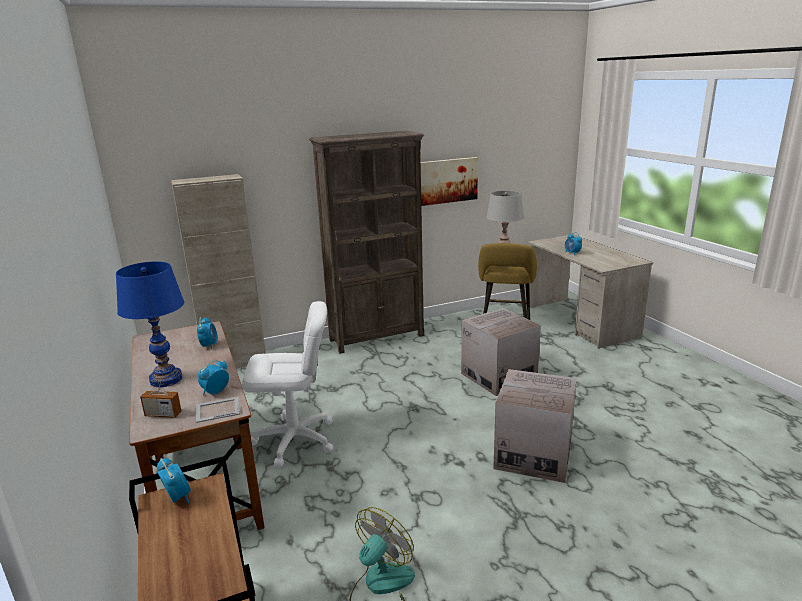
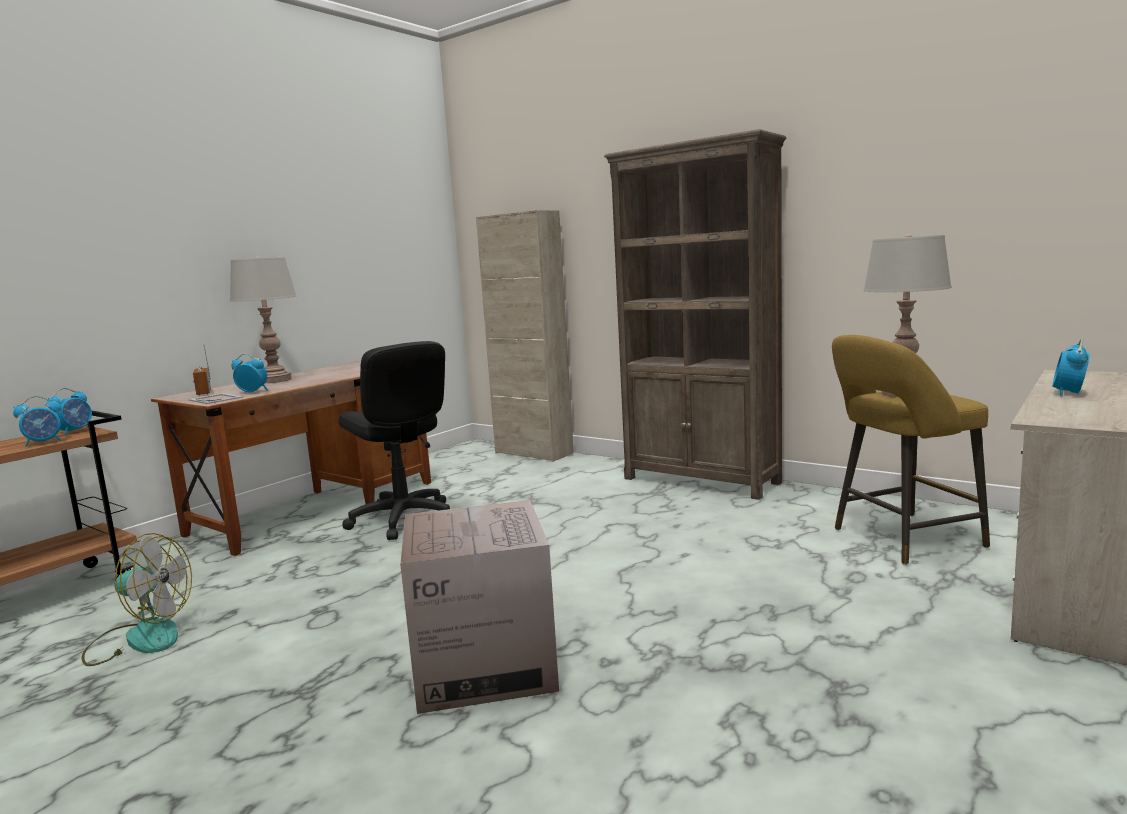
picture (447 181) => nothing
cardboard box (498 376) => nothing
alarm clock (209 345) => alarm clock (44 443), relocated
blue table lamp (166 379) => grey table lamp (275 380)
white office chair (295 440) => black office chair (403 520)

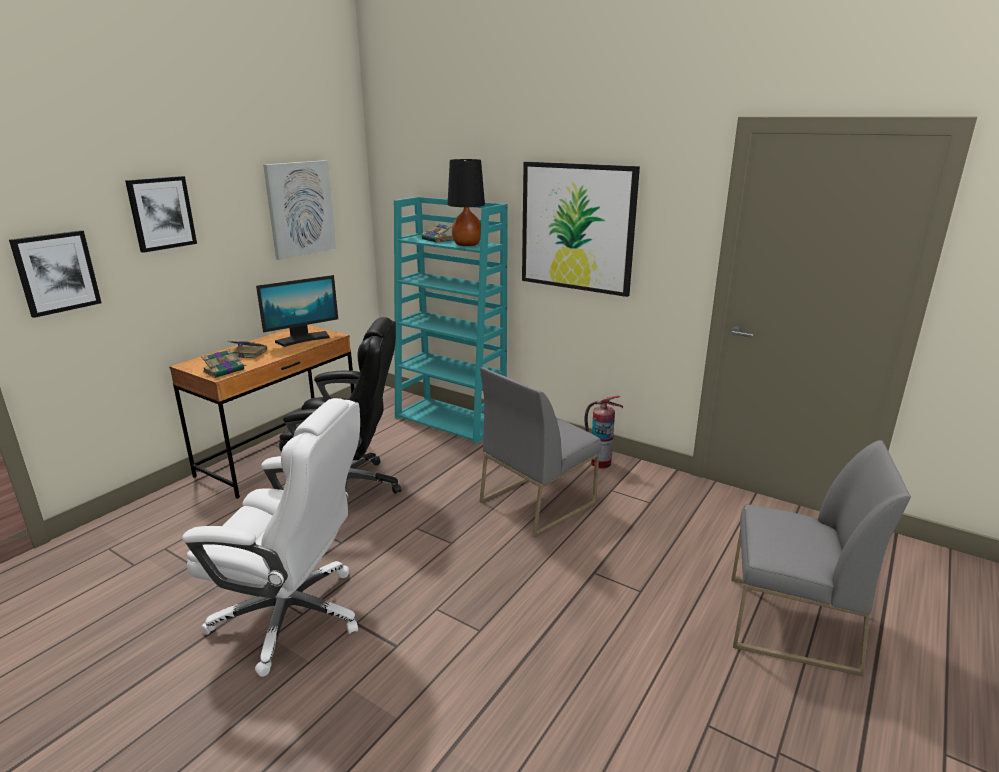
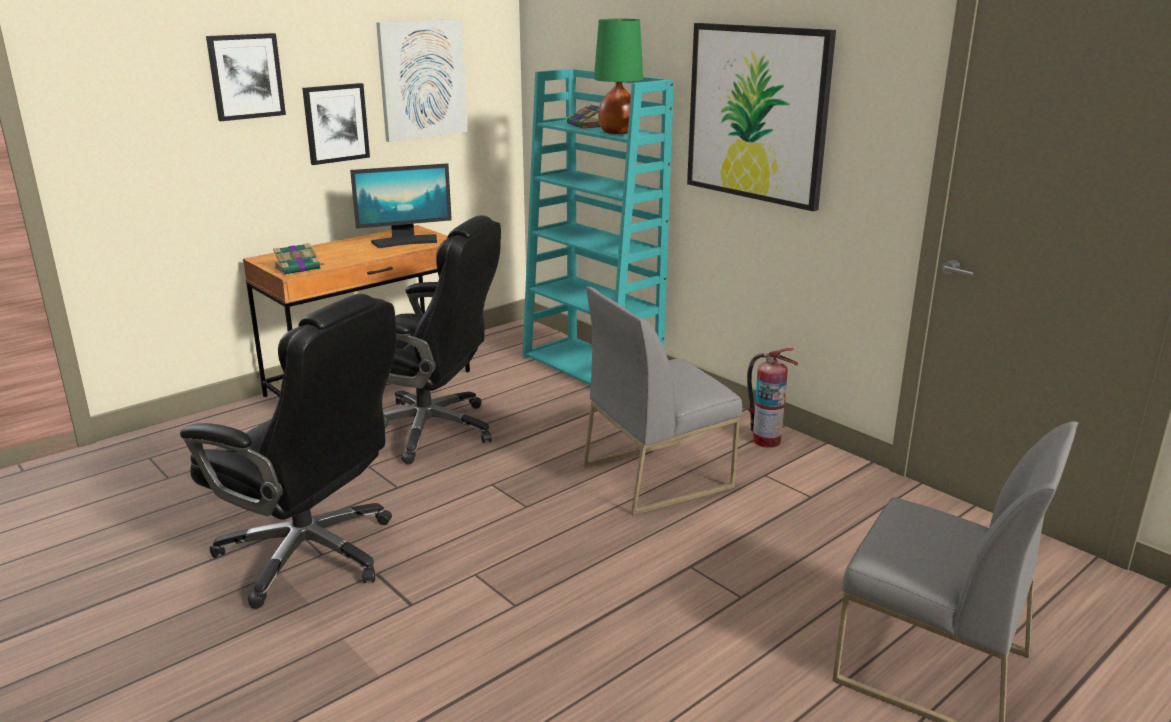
book (247 353) => nothing
picture (56 272) => picture (336 123), relocated
white office chair (293 615) => black office chair (311 554)
black table lamp (467 244) => green table lamp (618 132)

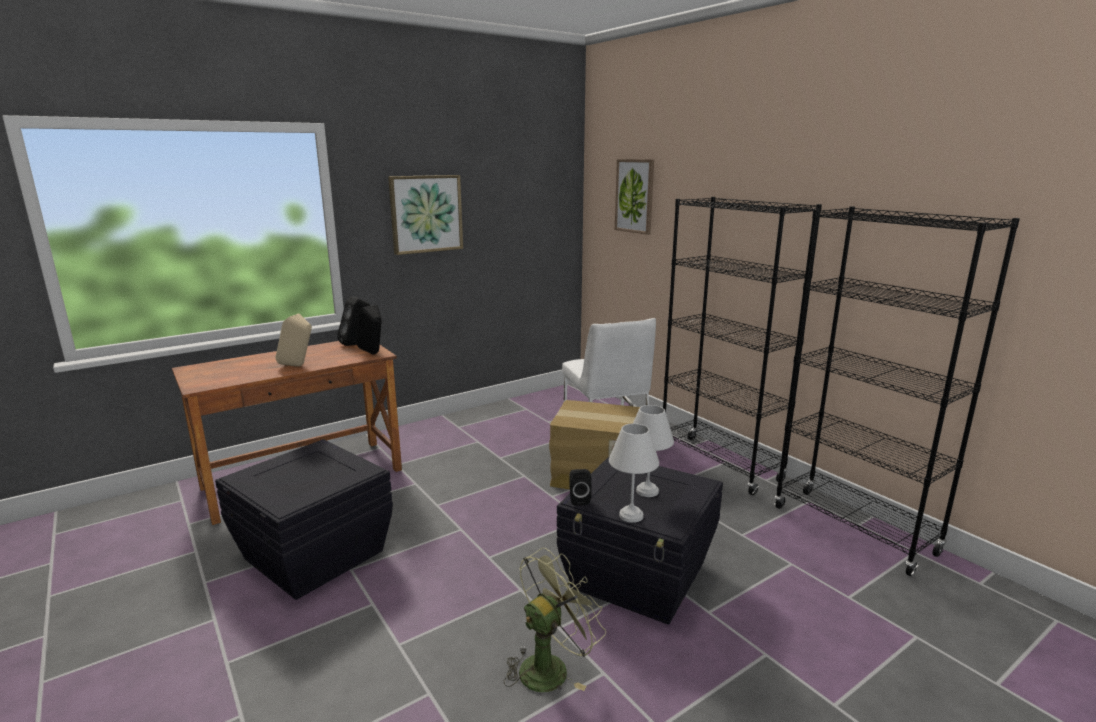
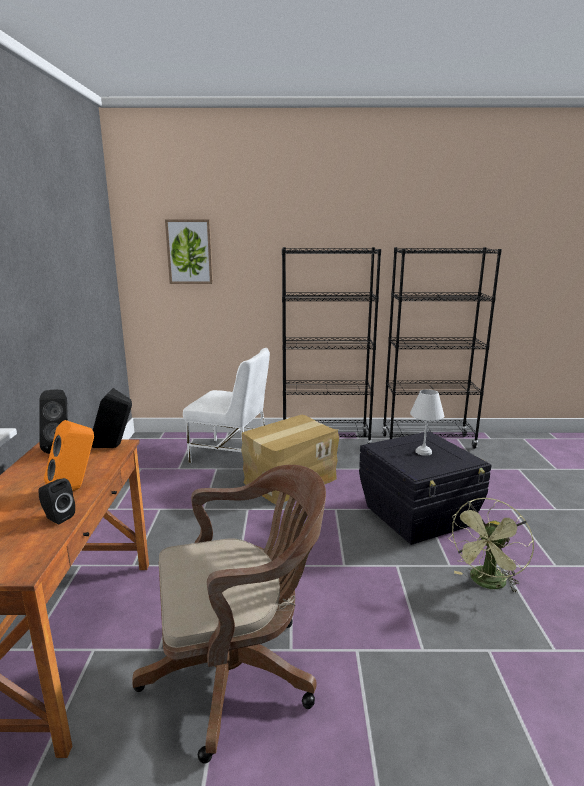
picture (426 214) => nothing
white table lamp (631 515) => nothing
black speaker (578 499) => black speaker (57 517), relocated
black storage box (312 555) => brown office chair (239 672)
beige speaker (298 366) => orange speaker (74 490)
green fan (550 666) => green fan (486 583), 135 degrees counterclockwise

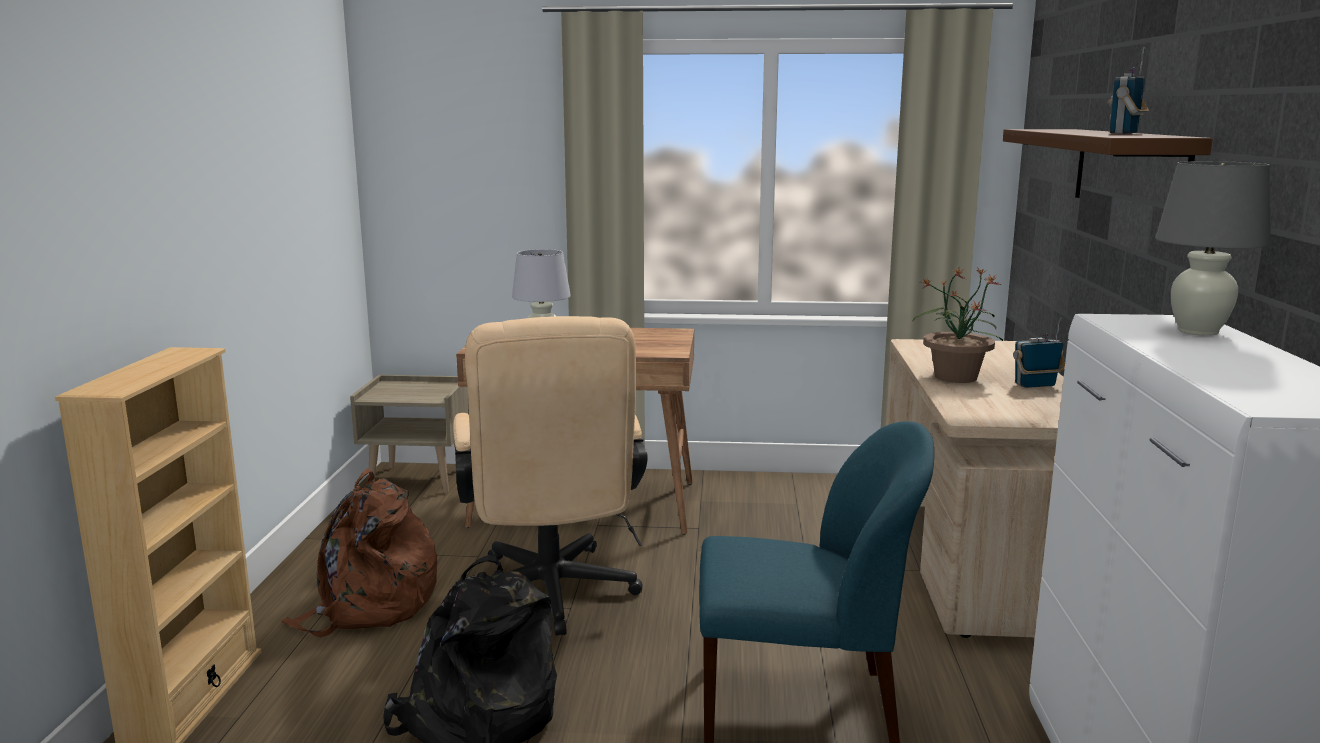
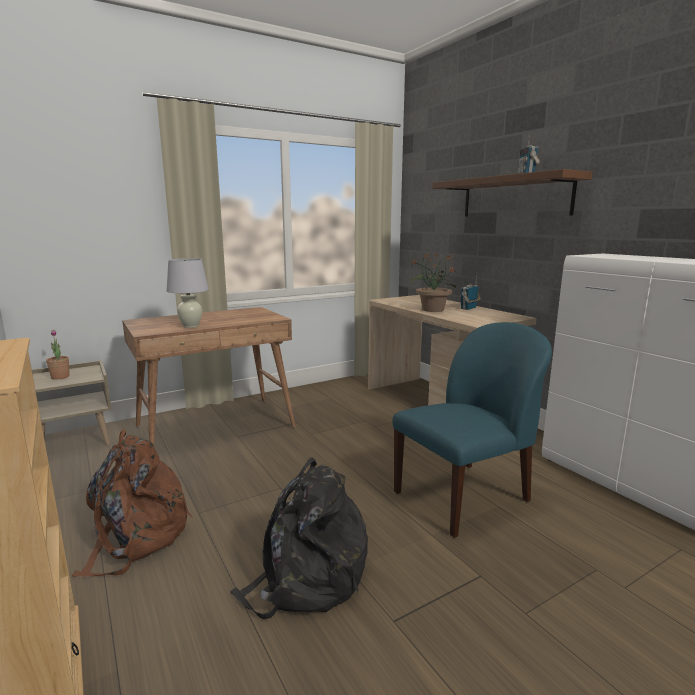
beige office chair (551 598) => nothing
grey table lamp (1198 331) => nothing
nothing => potted plant (60 377)

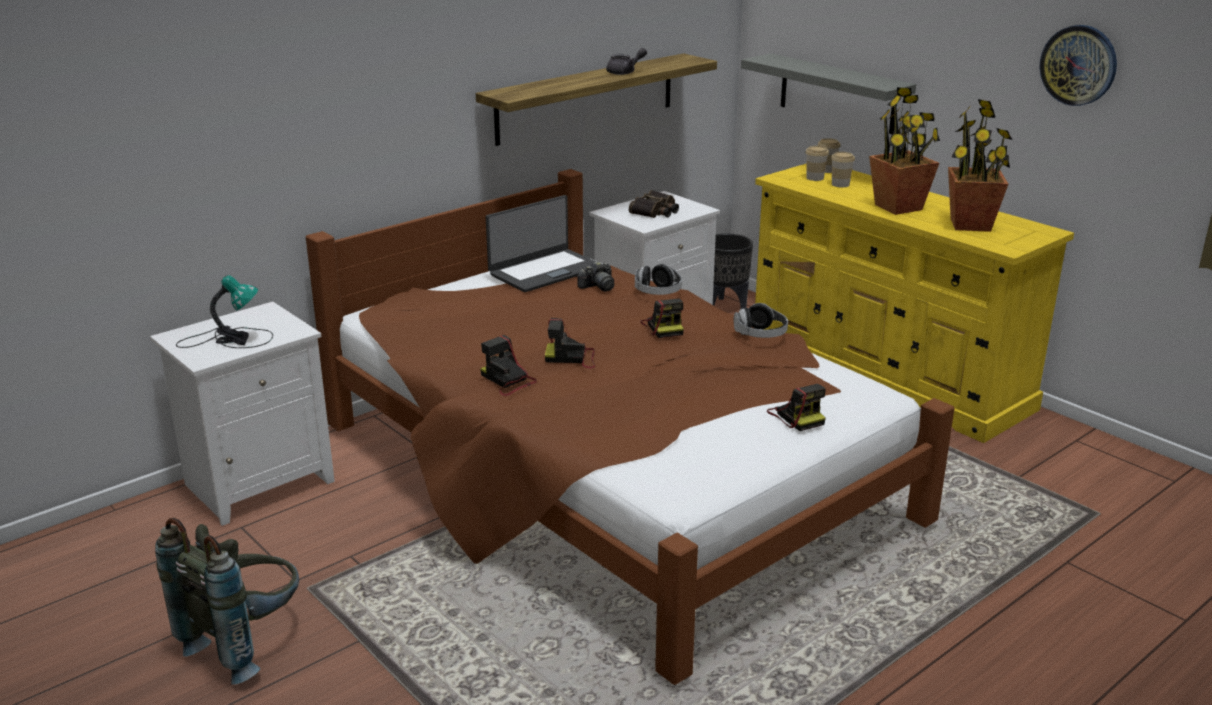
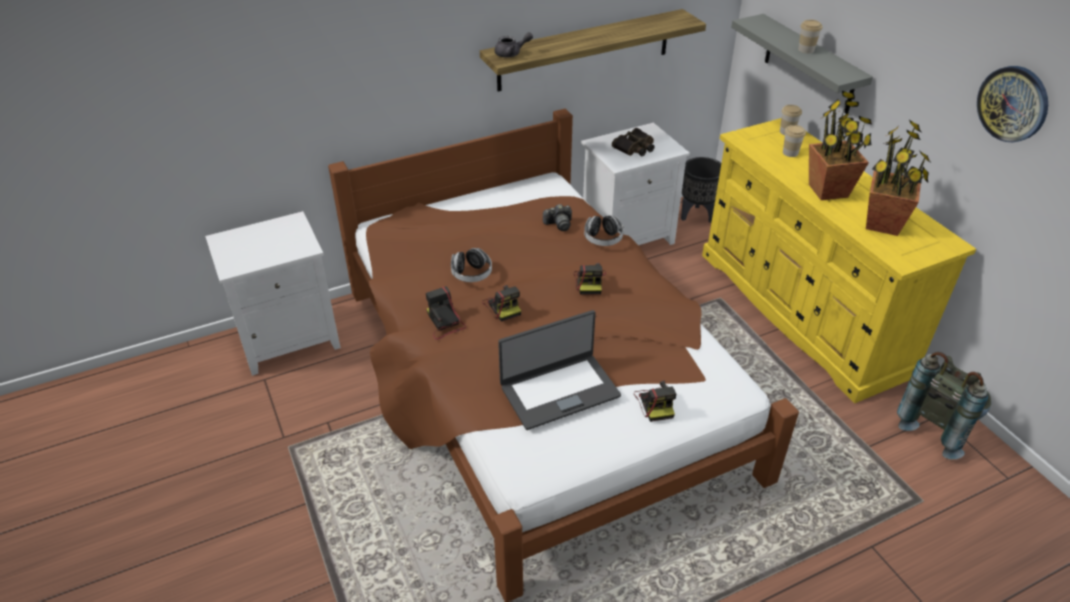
table lamp (229 339) => nothing
grey backpack (246 643) => grey backpack (937 426), relocated
laptop (545 271) => laptop (559 390), relocated
grey teapot (625 72) => grey teapot (511 54), relocated
headphones (760 335) => headphones (471 274), relocated
cup (815 178) => cup (806 50), relocated
photo camera (572 358) => photo camera (502 306), 135 degrees counterclockwise

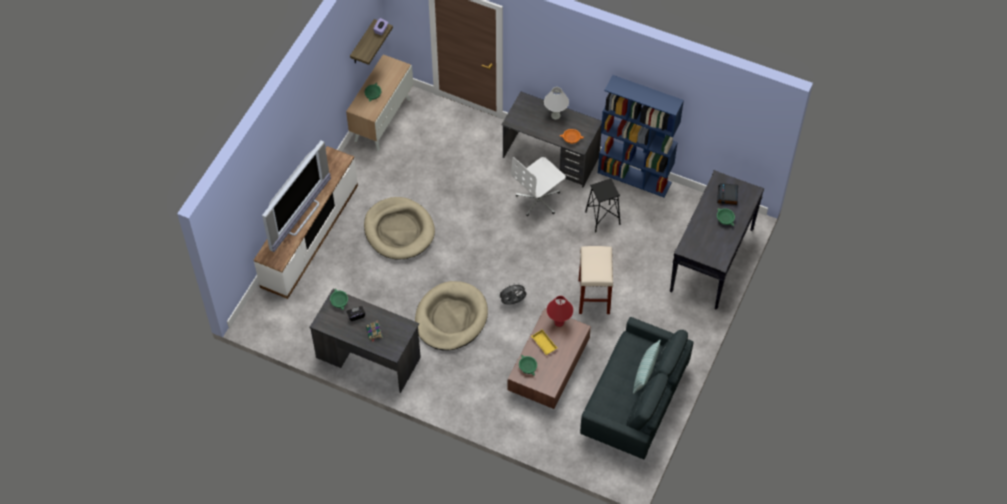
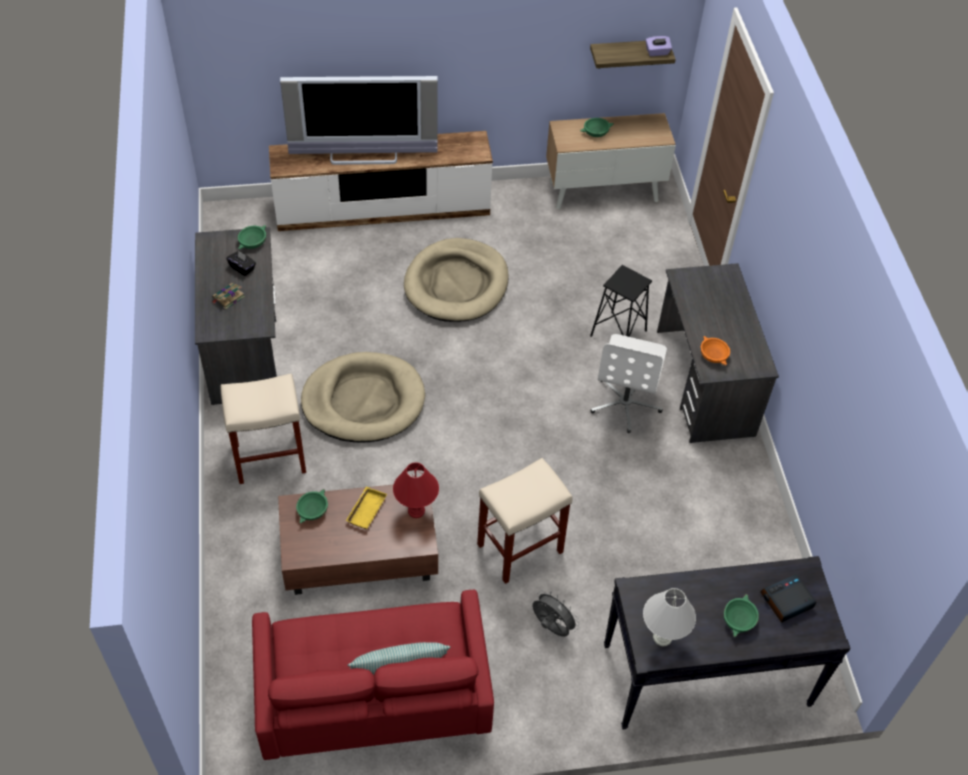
blue bookcase (635 177) => nothing
nothing => beige stool (271 457)
grey fan (512 302) => grey fan (551 627), relocated
white table lamp (556 115) => white table lamp (662 638), relocated
black stool (602 218) => black stool (618 334), relocated
grey sofa (634 402) => red sofa (373 697)
white office chair (538 200) => white office chair (625 403), 90 degrees counterclockwise

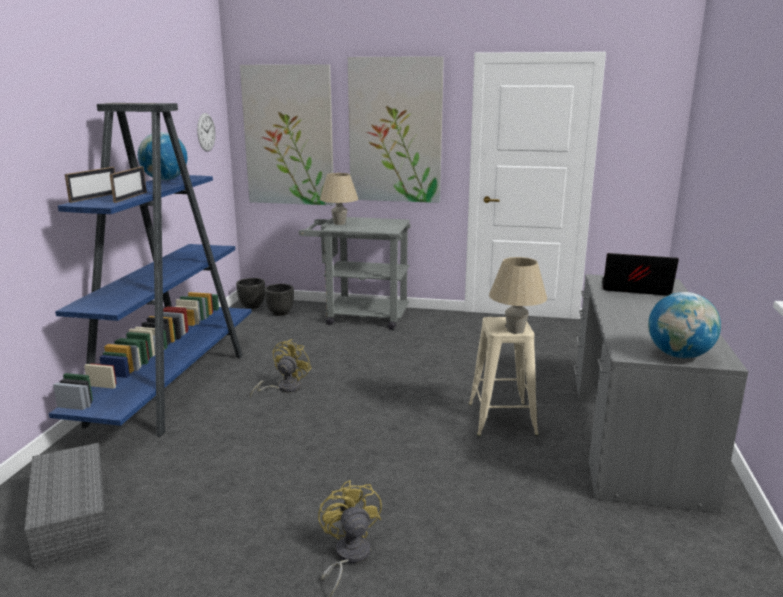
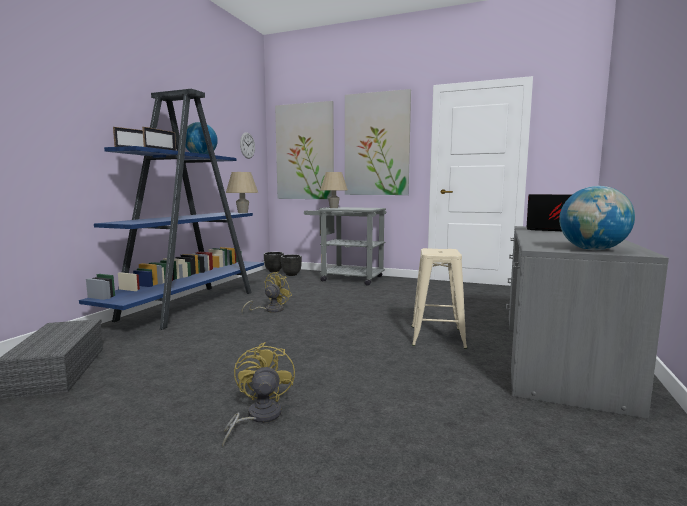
beige table lamp (515 330) => beige table lamp (243 212), relocated

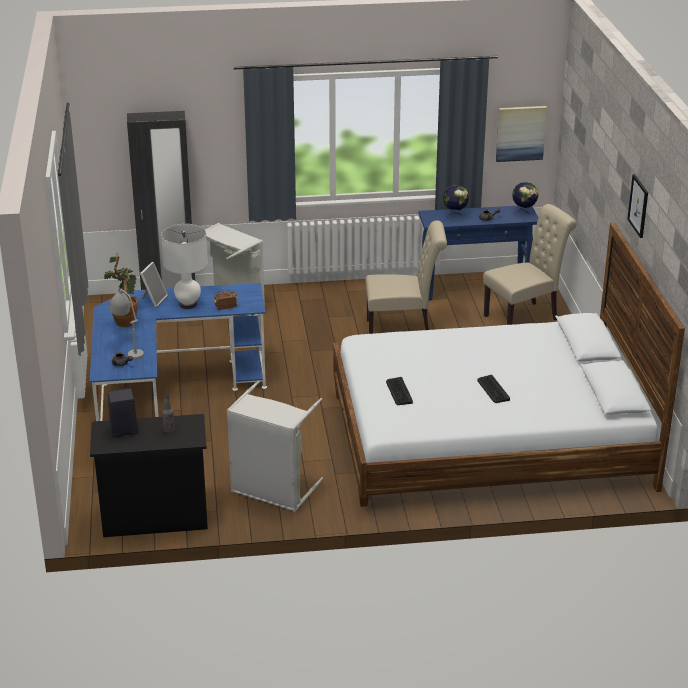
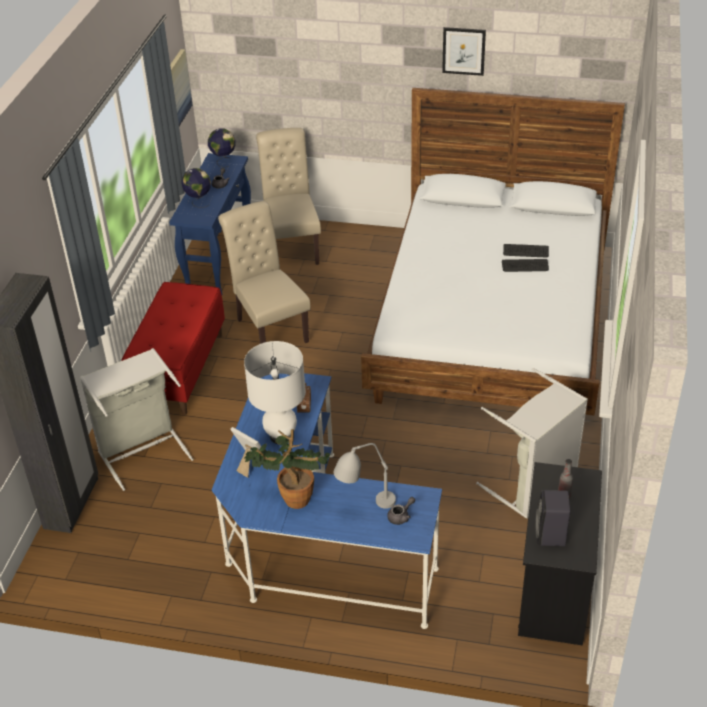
nothing => red bench (179 370)
keyboard (399 392) => keyboard (525 251), relocated
beige chair (403 330) => beige chair (269 328), 45 degrees counterclockwise

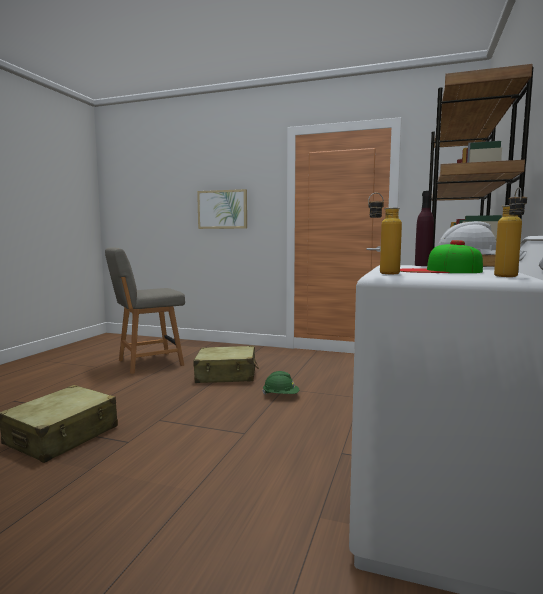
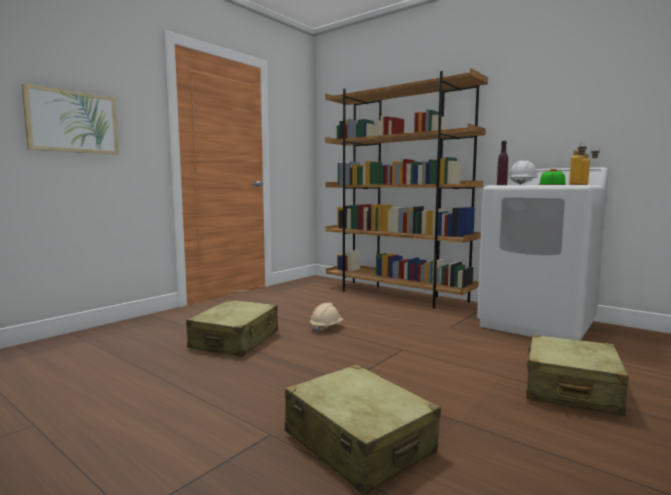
grey chair (148 363) => nothing
nothing => beige suitcase (570 390)
green hard hat (281 396) => beige hard hat (326 328)

